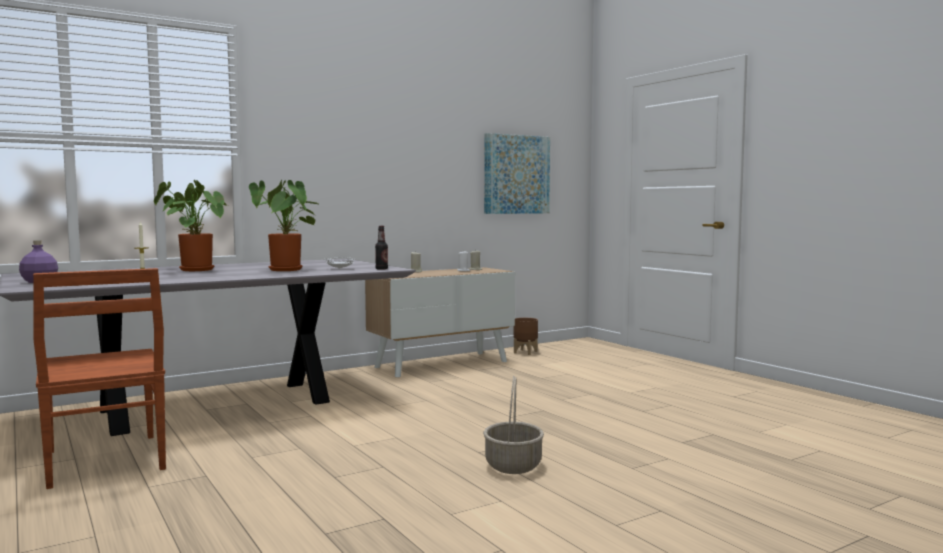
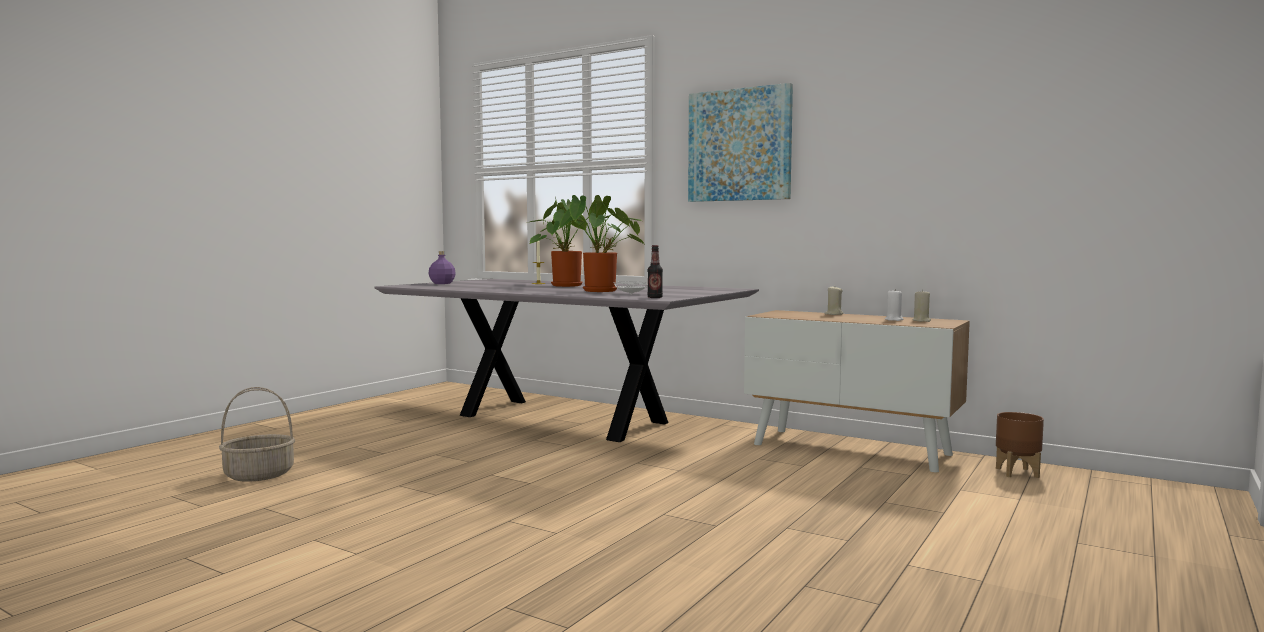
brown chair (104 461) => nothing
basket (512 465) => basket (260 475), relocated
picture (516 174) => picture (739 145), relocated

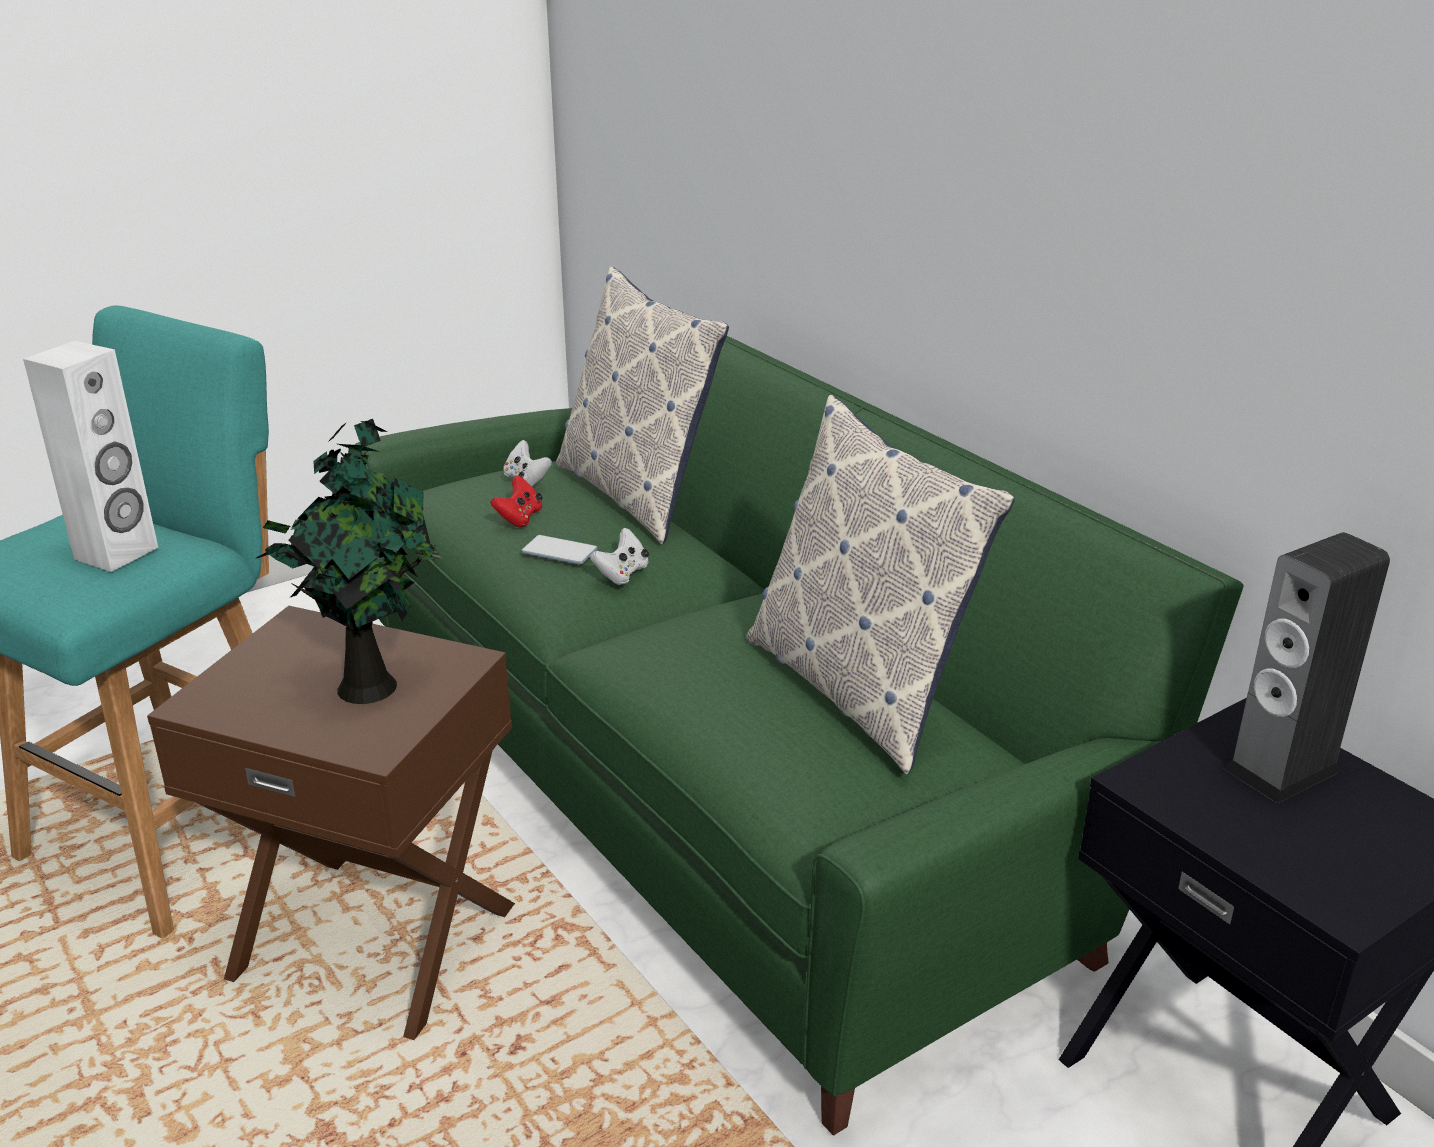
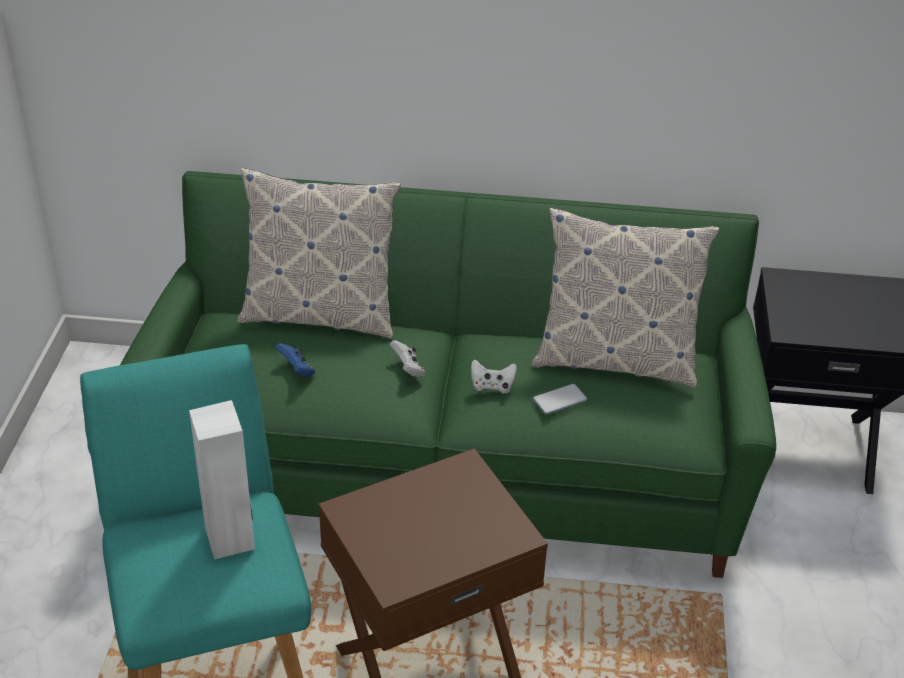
potted plant (371 684) => nothing
speaker (1282 769) => nothing
white game controller (526 480) => white game controller (492 386), relocated
phone (559 551) => phone (560 400), relocated
red game controller (519 518) => blue game controller (297 370)

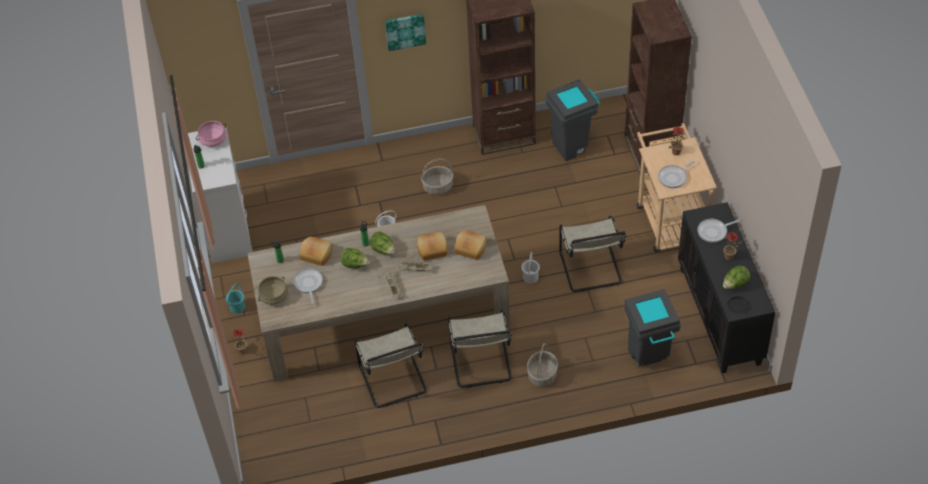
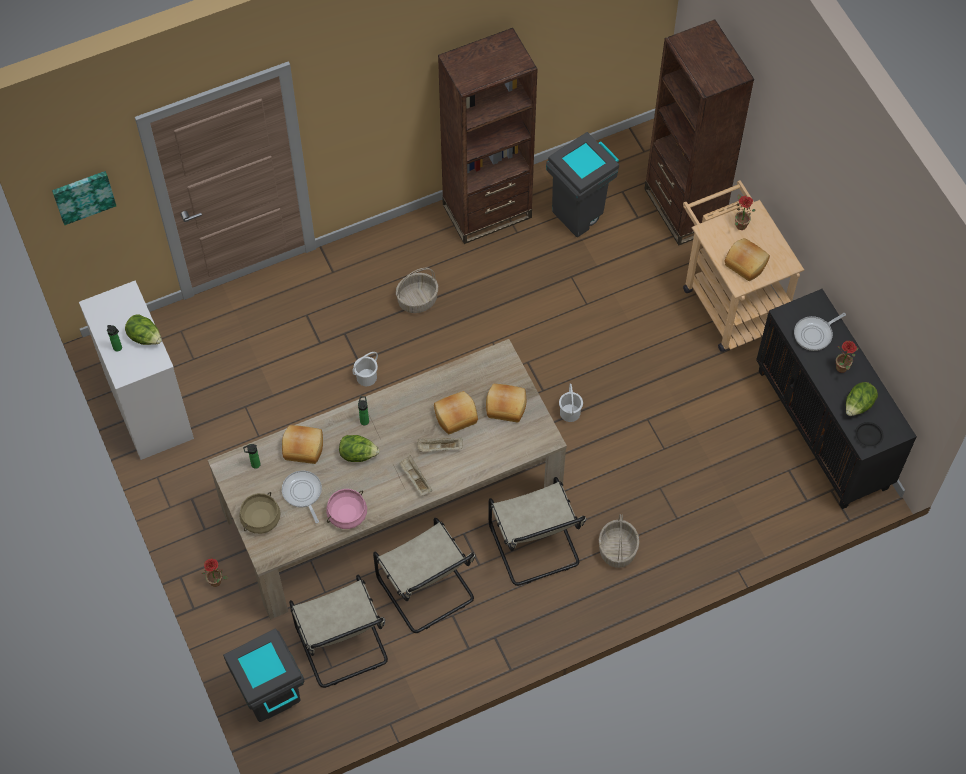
turquoise bucket (237 307) => nothing
pink cooking pot (213 139) => pink cooking pot (347 514), relocated
lettuce (383 250) => lettuce (145 337), relocated
picture (405 31) => picture (83 196), relocated
beige chair (591 269) => beige chair (343 646), relocated
grey trash can (649 358) => grey trash can (275 705), relocated
frying pan (674 177) => bread (746 263)

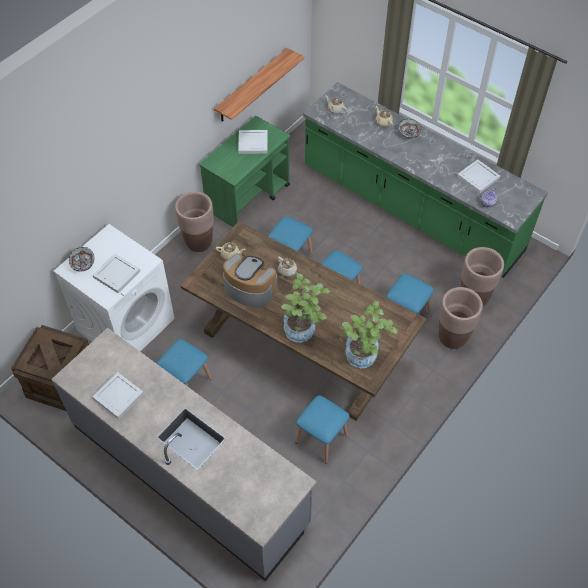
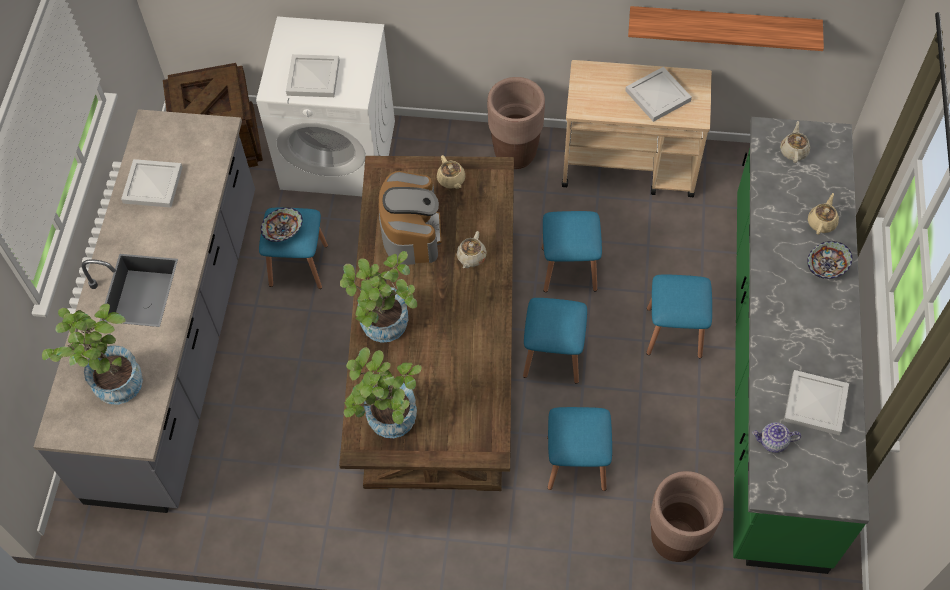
brown planter (452 338) => nothing
nothing => potted plant (112 379)
bowl (83 264) => bowl (283 230), relocated
blue stool (321 439) => blue stool (674 332), relocated
green cart (248 199) => beige cart (630 166)

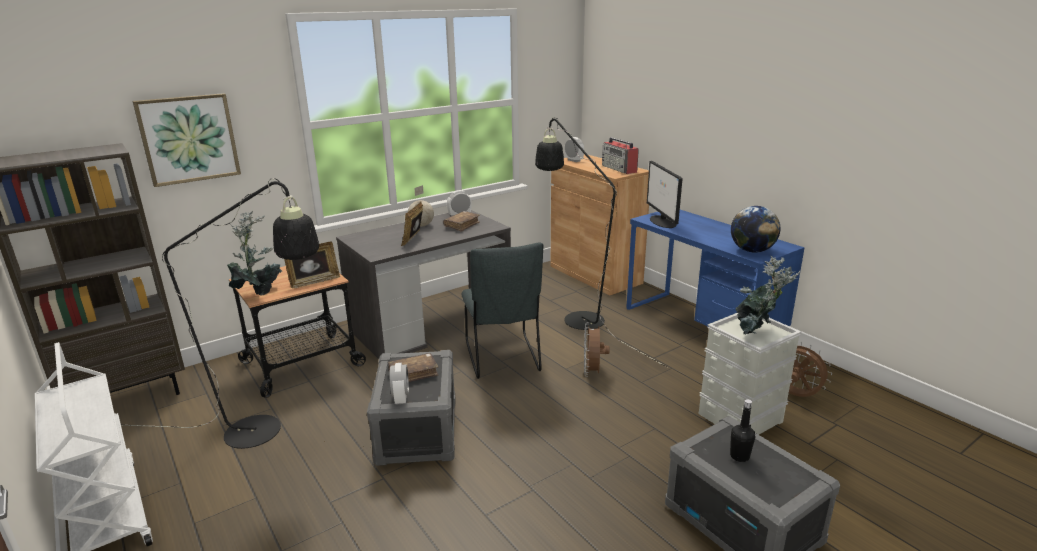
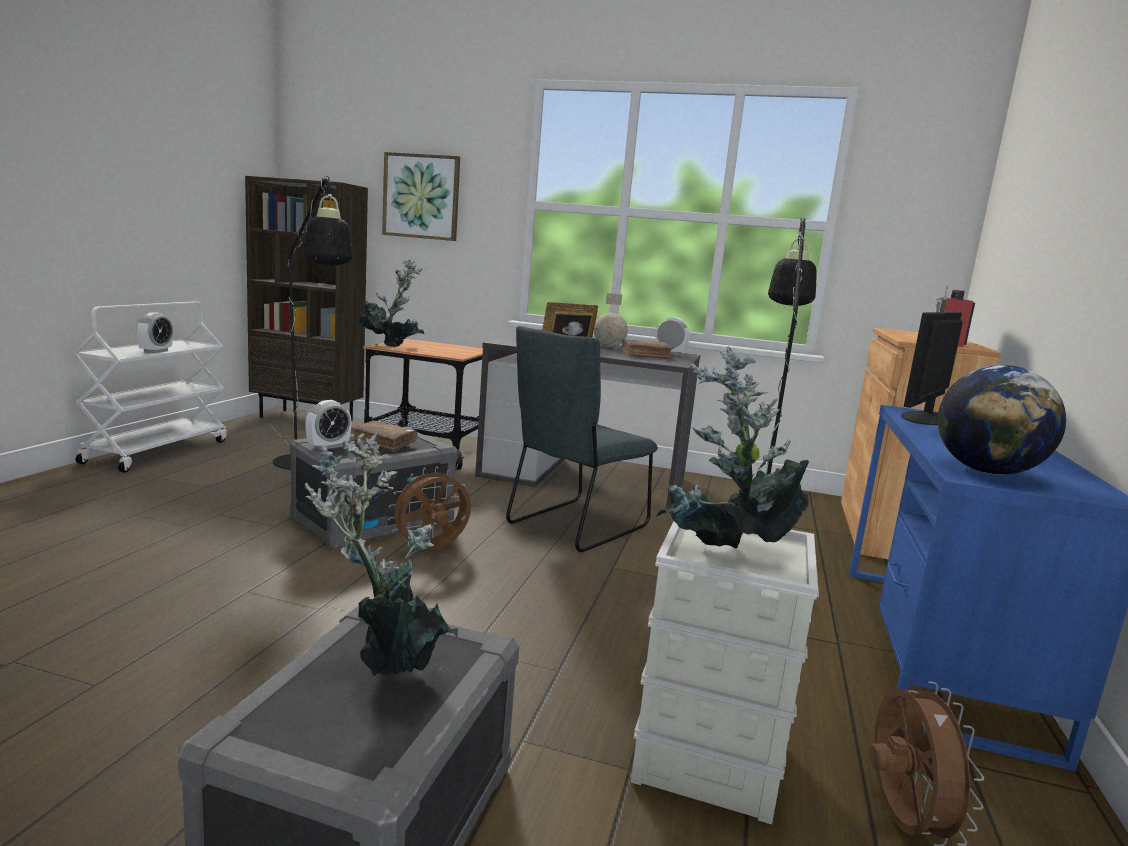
picture frame (314 281) => nothing
alarm clock (574 160) => alarm clock (156 351), relocated
brown fan (592 372) => brown fan (431 550), relocated
black bottle (739 456) => potted plant (387 668)

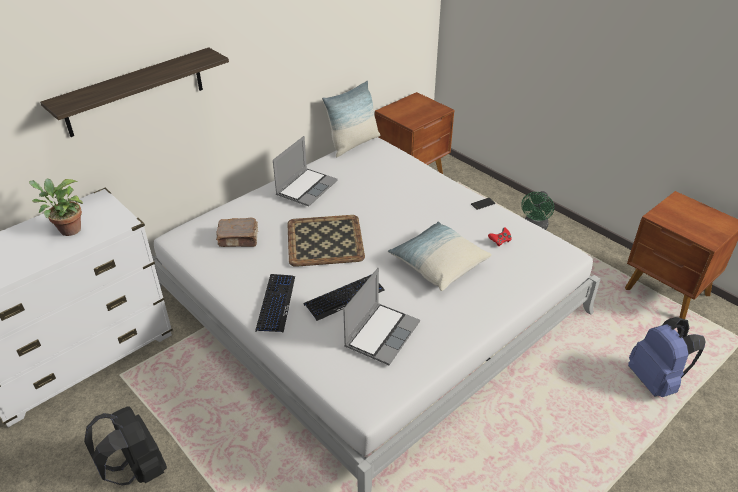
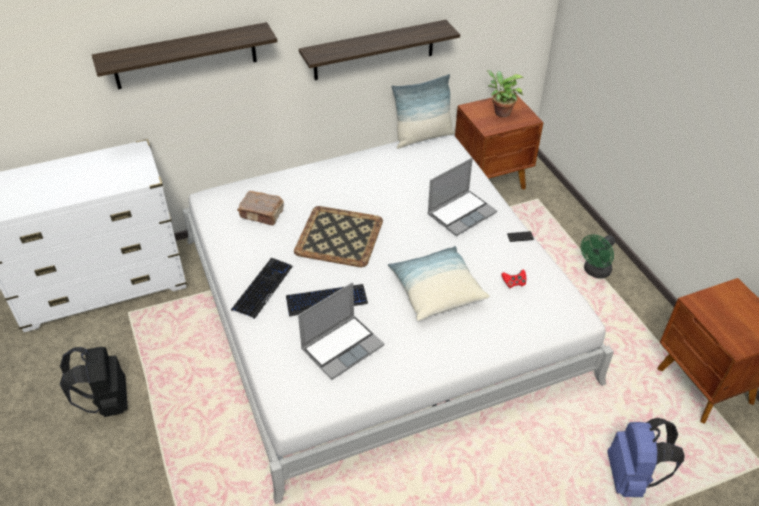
nothing => shelf (374 50)
potted plant (67 230) => potted plant (500 112), relocated
laptop (306 188) => laptop (461 213), relocated

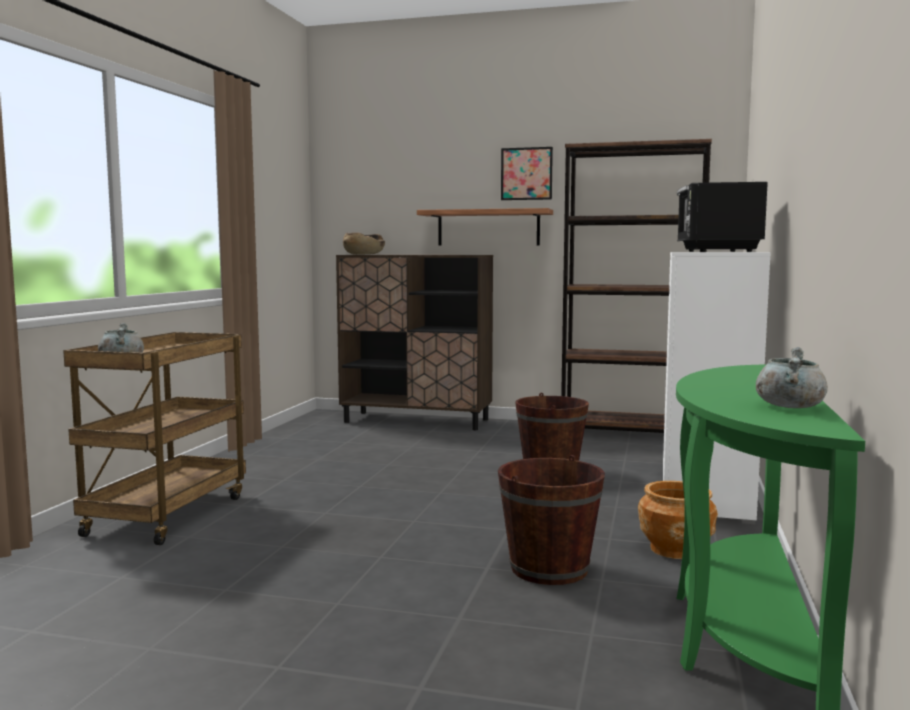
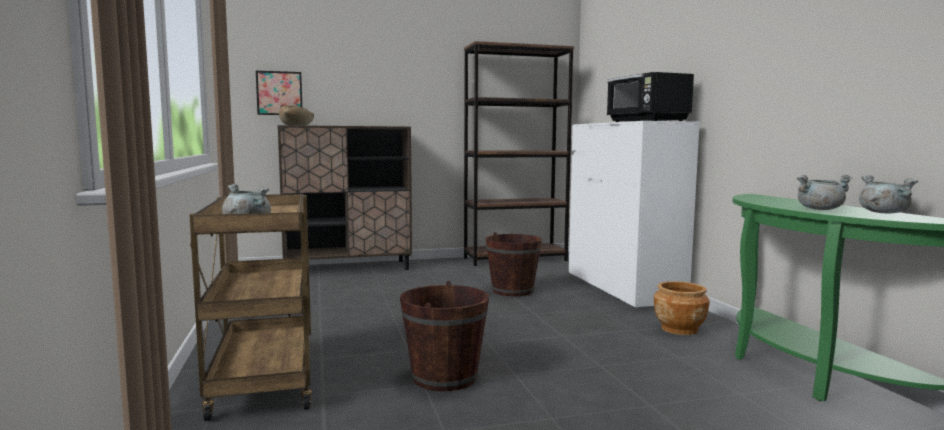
shelf (488 228) => nothing
nothing => grey cooking pot (820 209)
brown bucket (549 569) => brown bucket (445 377), relocated
picture (526 173) => picture (279 93), relocated

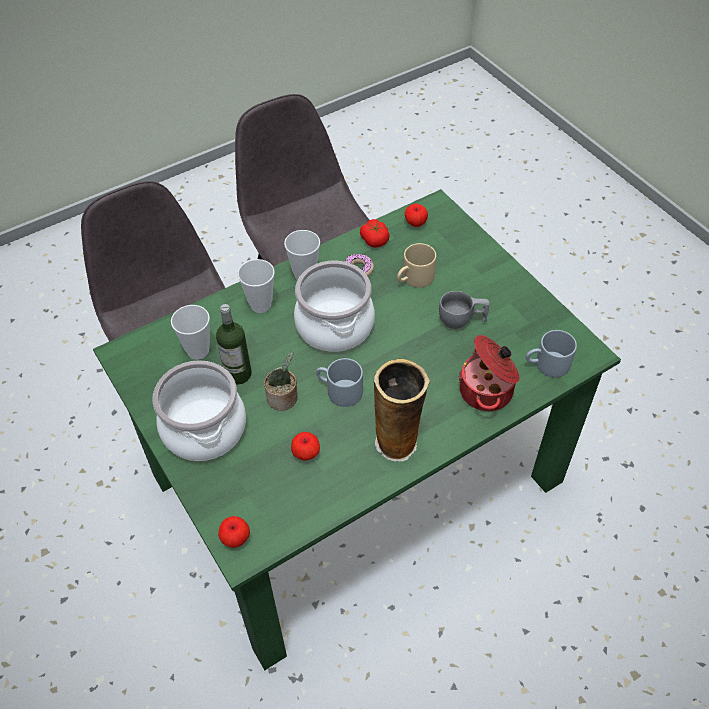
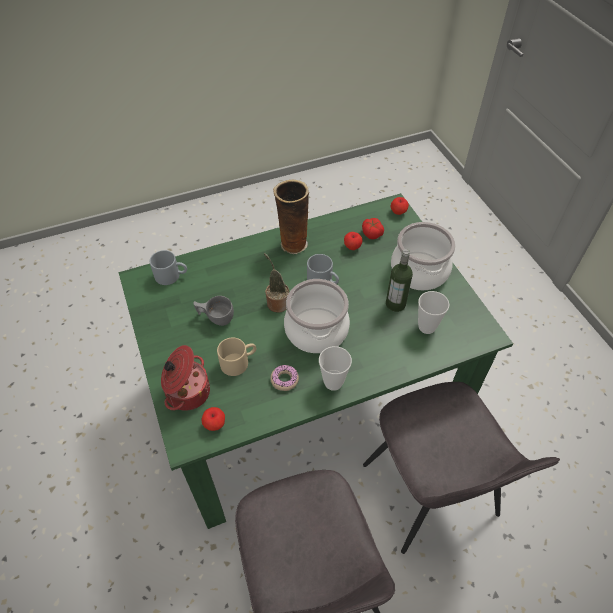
cup (260 305) => nothing
potted plant (284 399) => potted plant (277 302), relocated
tomato (375 239) => tomato (372 233), relocated
cooking pot (487 391) => cooking pot (187 391), relocated

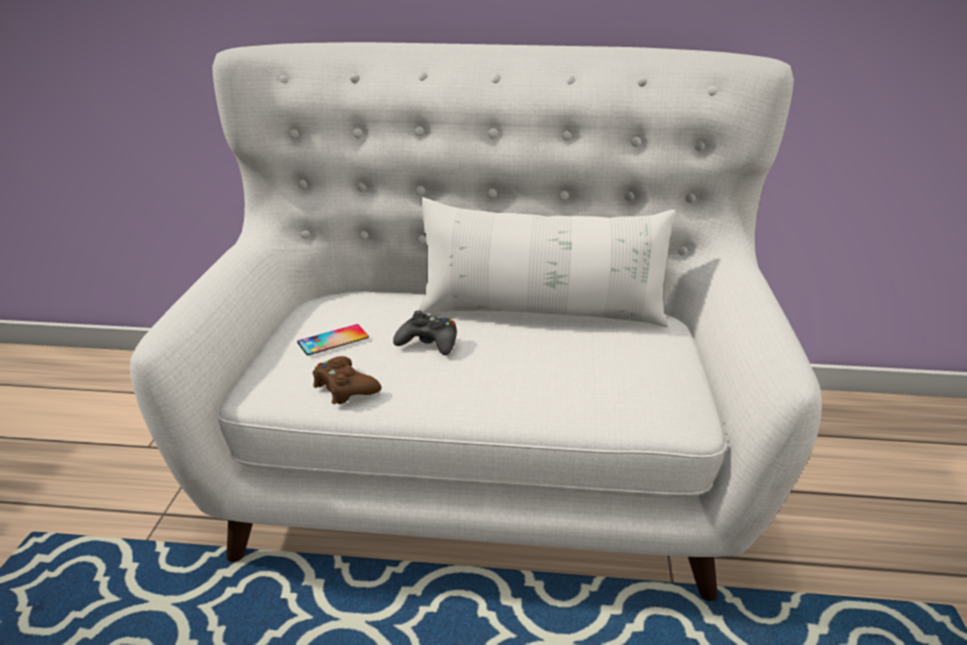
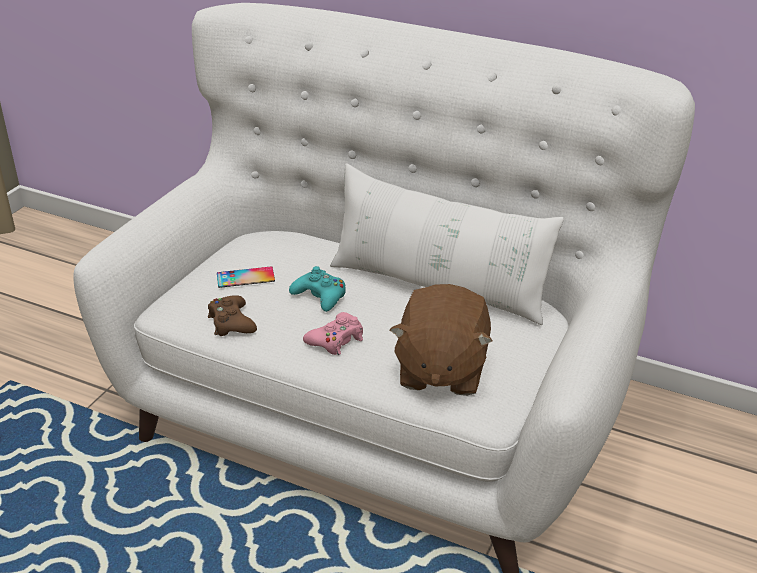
nothing => pink game controller (336 340)
nothing => brown plush toy (440 370)
black game controller (429 342) => turquoise game controller (320 296)

